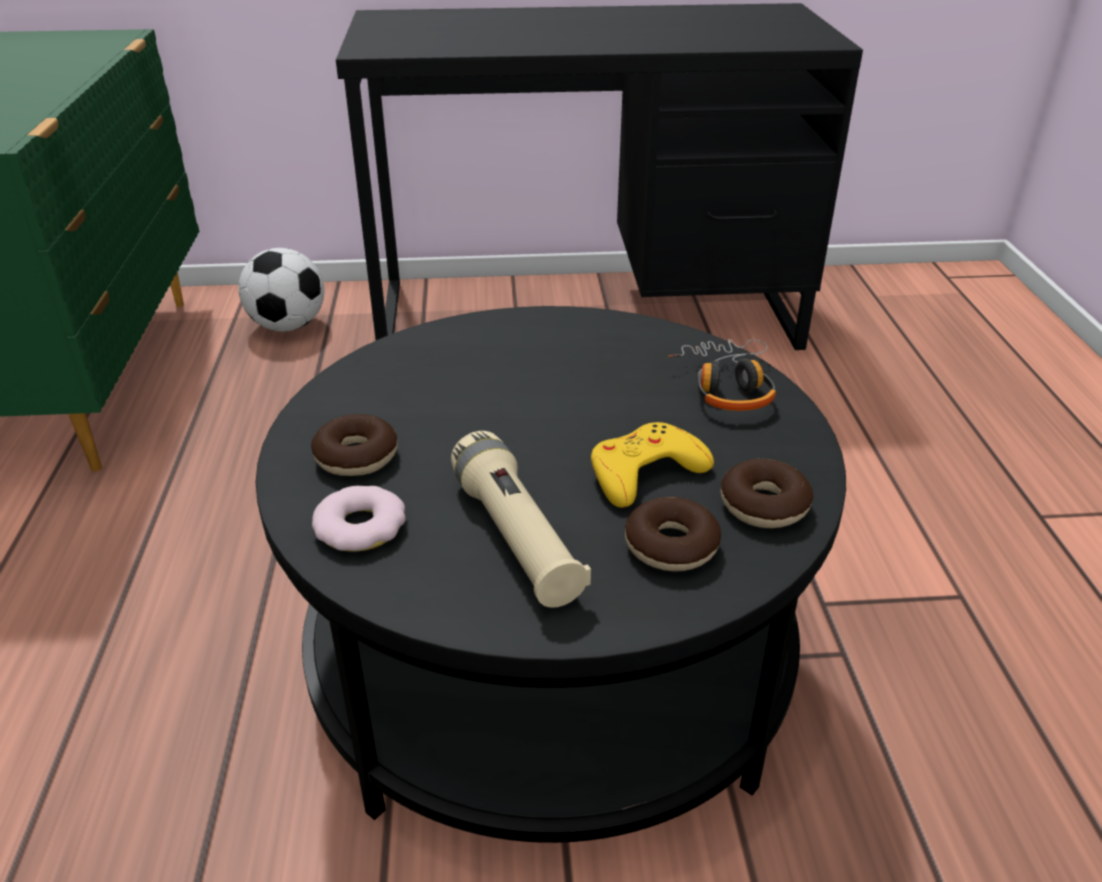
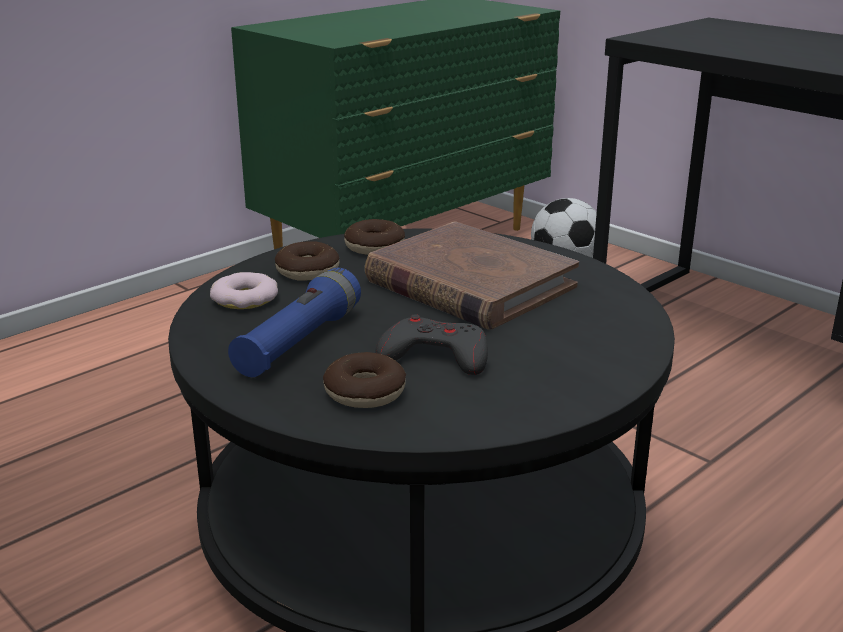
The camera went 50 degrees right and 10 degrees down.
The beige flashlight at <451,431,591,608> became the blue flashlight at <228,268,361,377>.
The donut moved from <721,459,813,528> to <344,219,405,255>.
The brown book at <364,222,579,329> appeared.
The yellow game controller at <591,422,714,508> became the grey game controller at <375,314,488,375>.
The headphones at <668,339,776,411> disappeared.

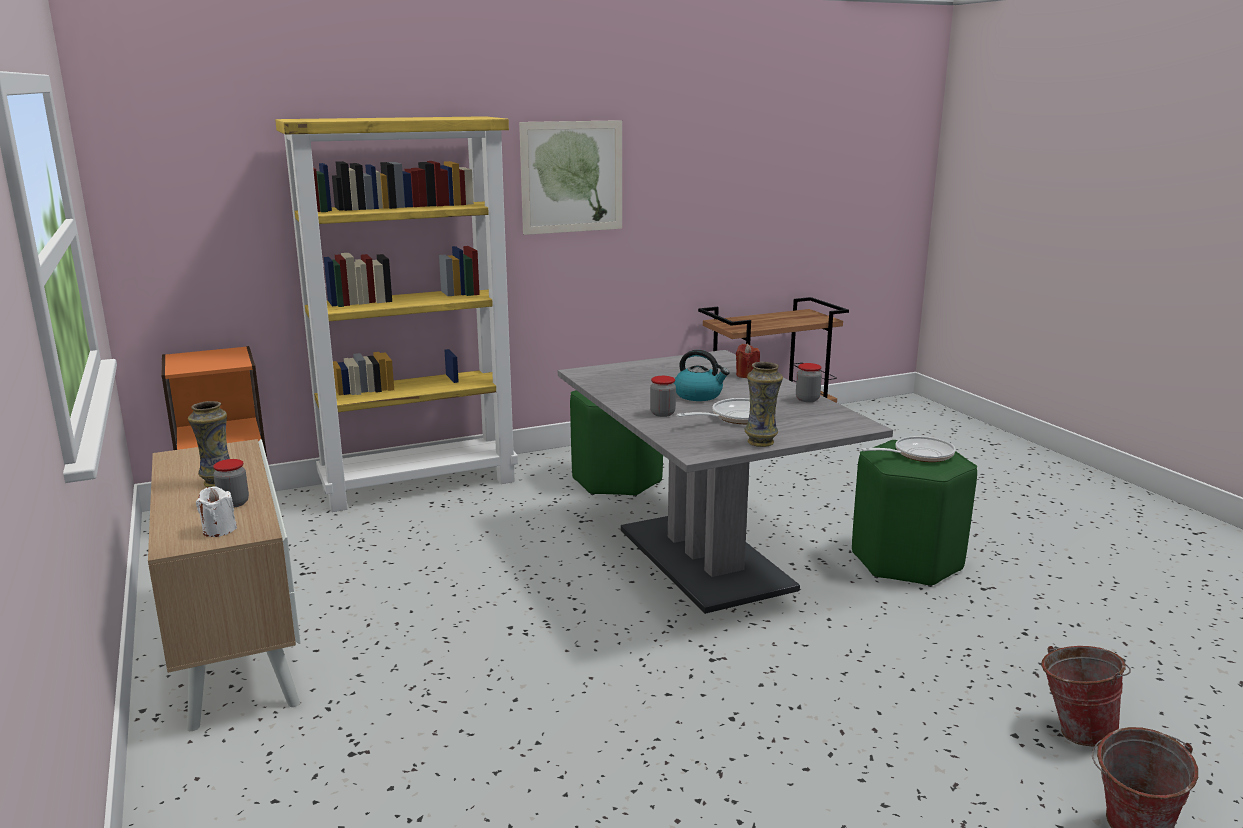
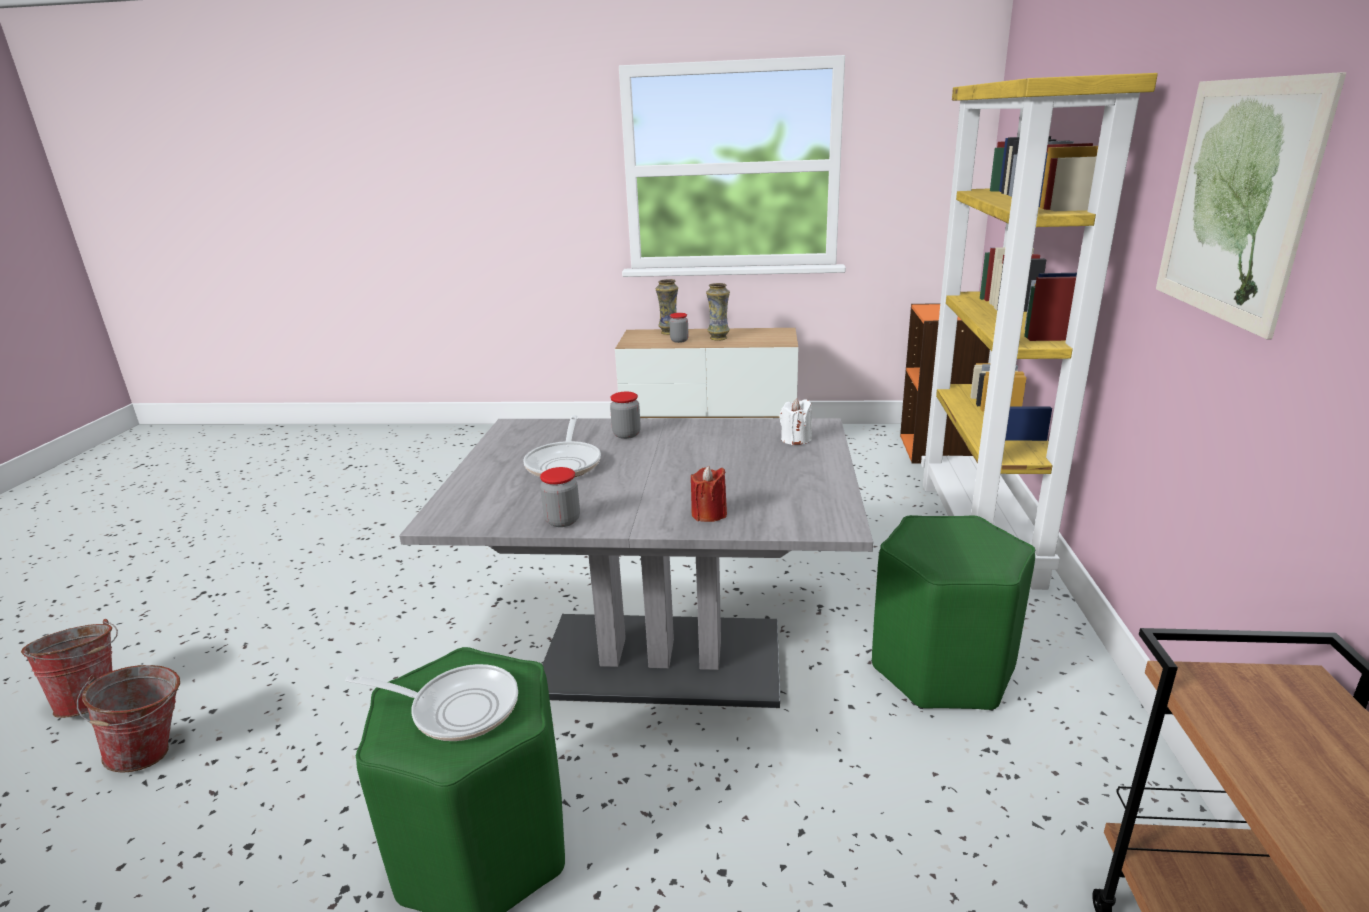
The camera went 120 degrees right and 5 degrees up.
The frying pan at <861,436,956,462> turned 90 degrees counterclockwise.
The vase moved from <744,362,783,447> to <655,279,678,335>.
The white candle moved from <196,486,237,537> to <779,398,812,445>.
The kettle at <674,350,729,401> disappeared.

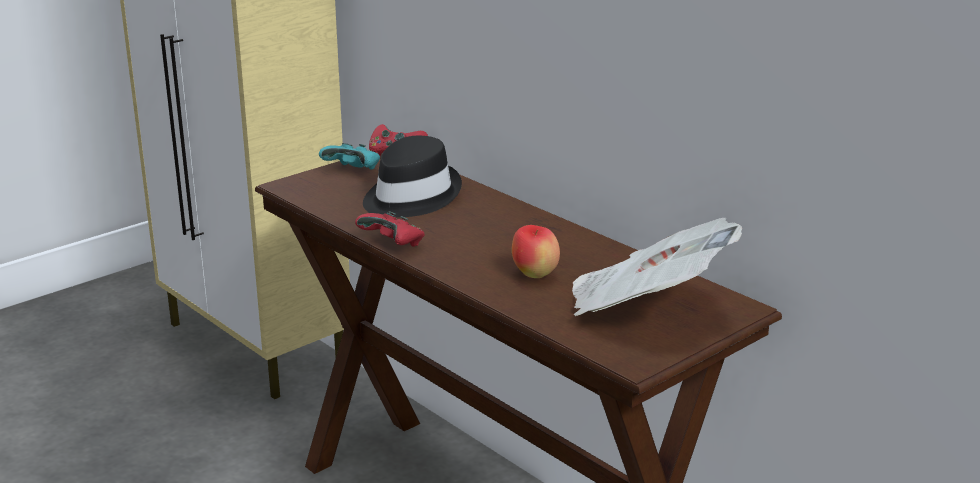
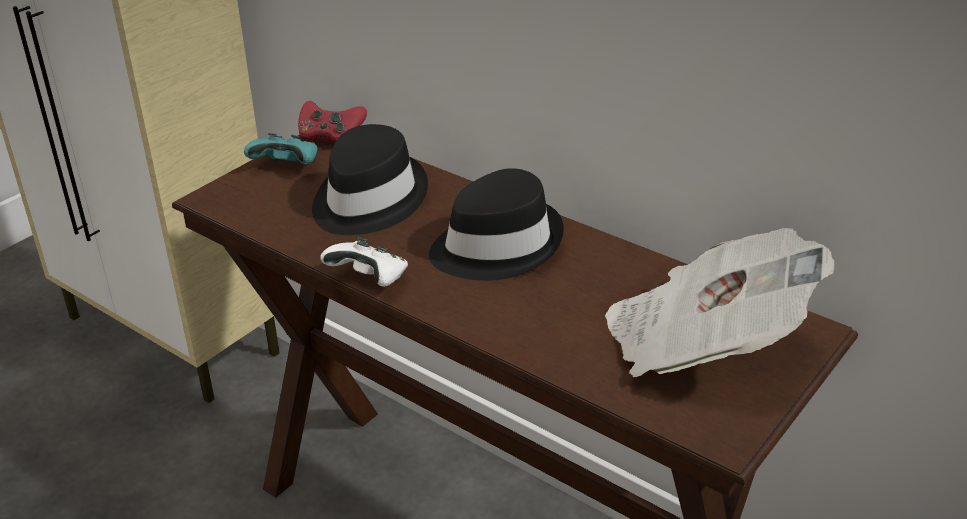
The camera went 10 degrees left and 10 degrees up.
The red game controller at <355,211,425,247> became the white game controller at <320,237,408,287>.
The black hat at <429,168,564,281> appeared.
The apple at <512,225,560,278> disappeared.

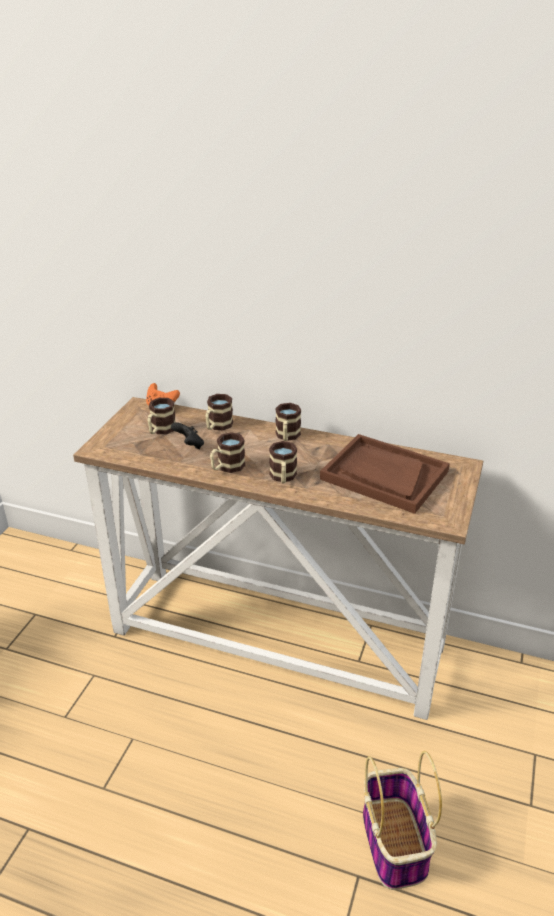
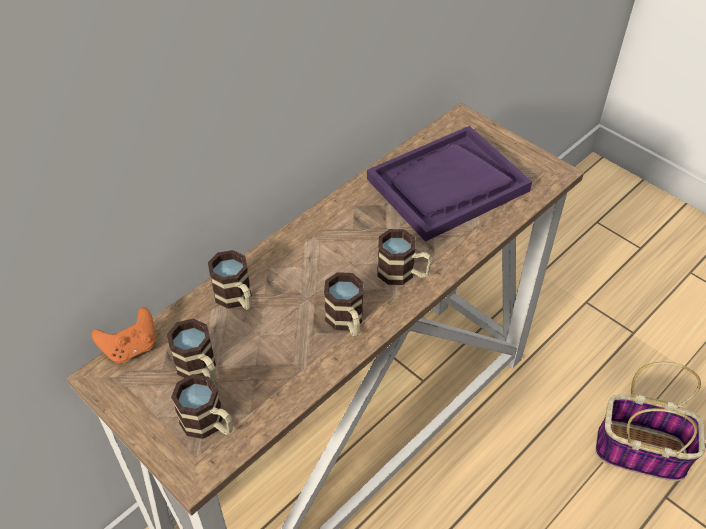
The camera went 65 degrees left and 15 degrees up.
The mug moved from <275,403,301,441> to <171,374,233,439>.
The brown tray at <320,434,450,514> became the purple tray at <367,126,532,242>.
The black game controller at <171,422,204,449> disappeared.

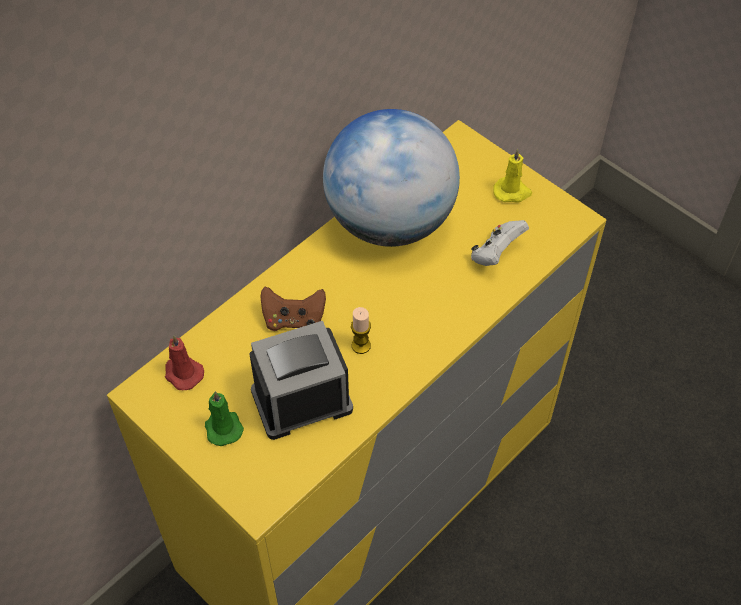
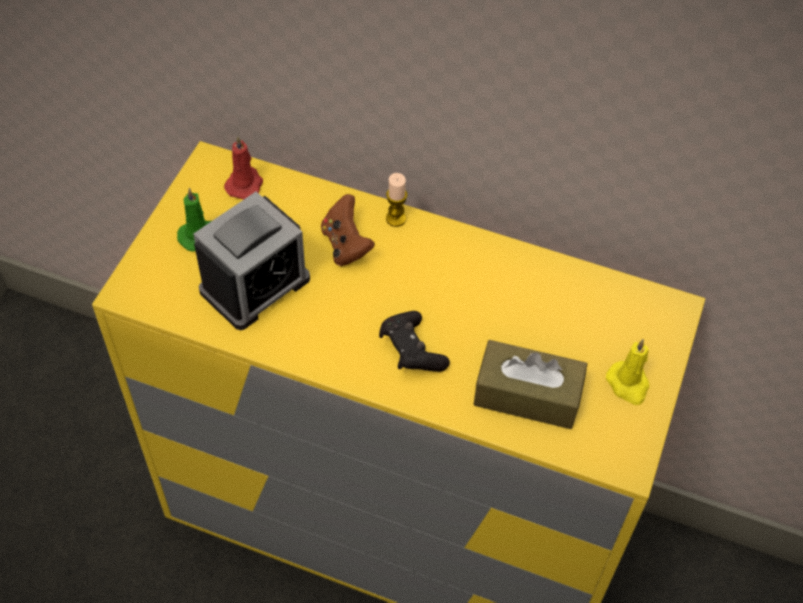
The camera went 65 degrees right and 0 degrees up.
The alarm clock at <250,321,353,440> turned 90 degrees clockwise.
The black game controller at <379,311,450,372> appeared.
The candle moved from <351,307,371,354> to <386,173,407,227>.
The white game controller at <471,220,529,266> was replaced by the brown tissue box at <473,340,587,429>.
The globe at <323,109,460,247> disappeared.

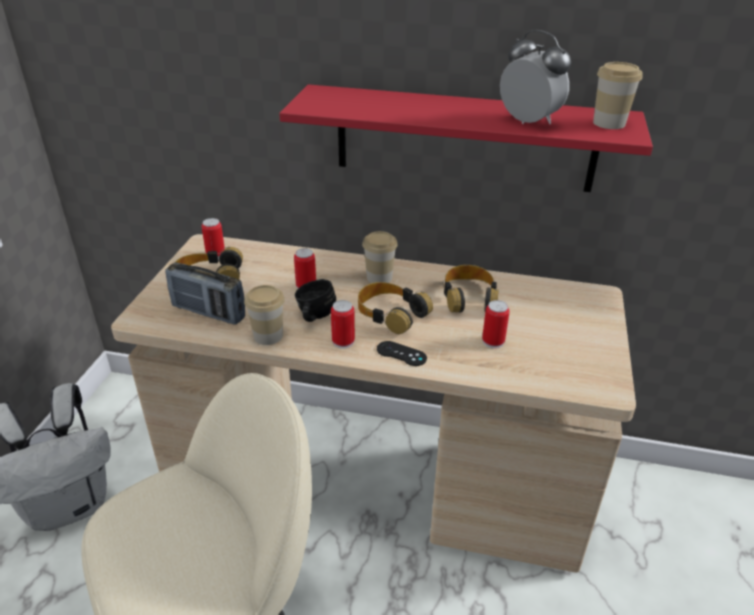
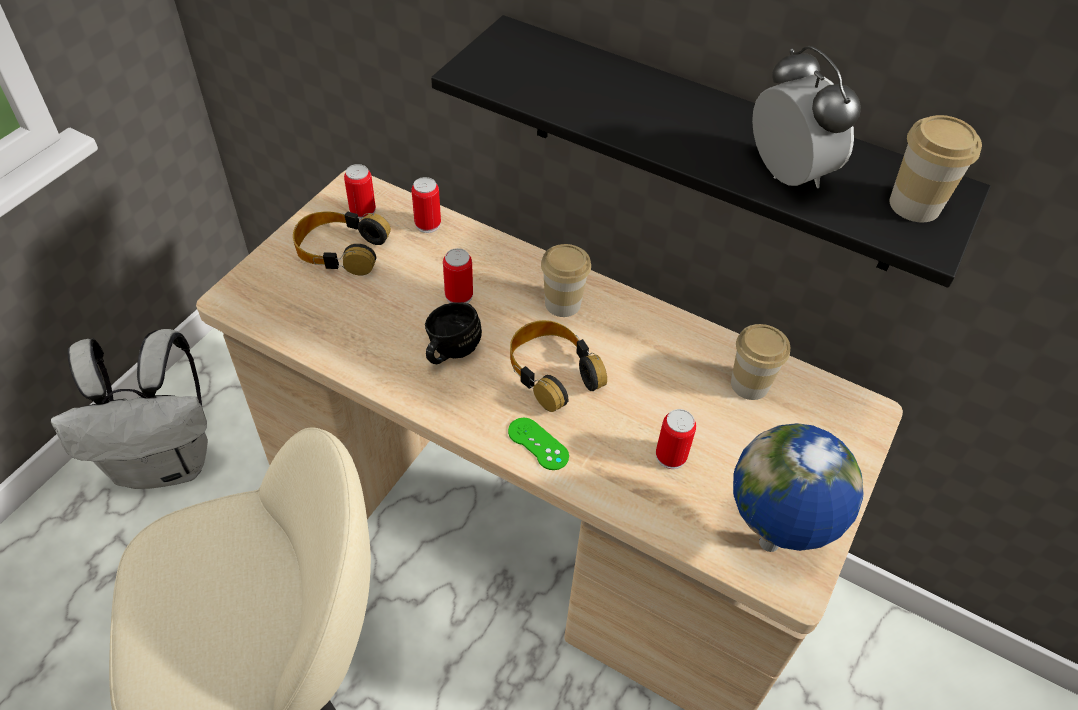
The camera went 15 degrees right and 15 degrees up.
The can moved from <331,300,355,349> to <412,177,441,233>.
The red shelf at <279,84,653,192> became the black shelf at <431,15,991,288>.
The black game controller at <377,341,427,366> became the green game controller at <508,418,569,470>.
The cup moved from <244,285,285,345> to <731,324,790,400>.
The globe at <733,423,864,552> appeared.
The radio at <165,262,245,325> disappeared.
The headphones at <443,265,498,313> disappeared.

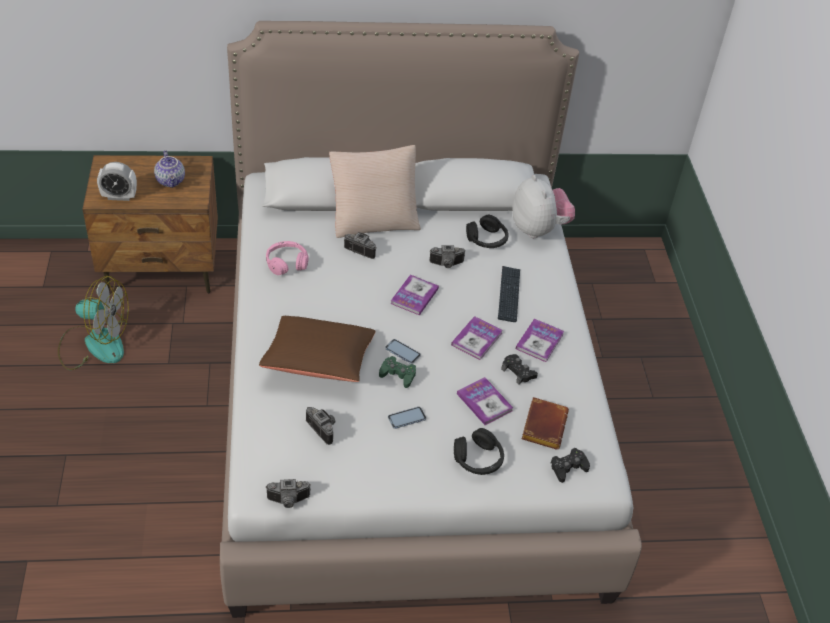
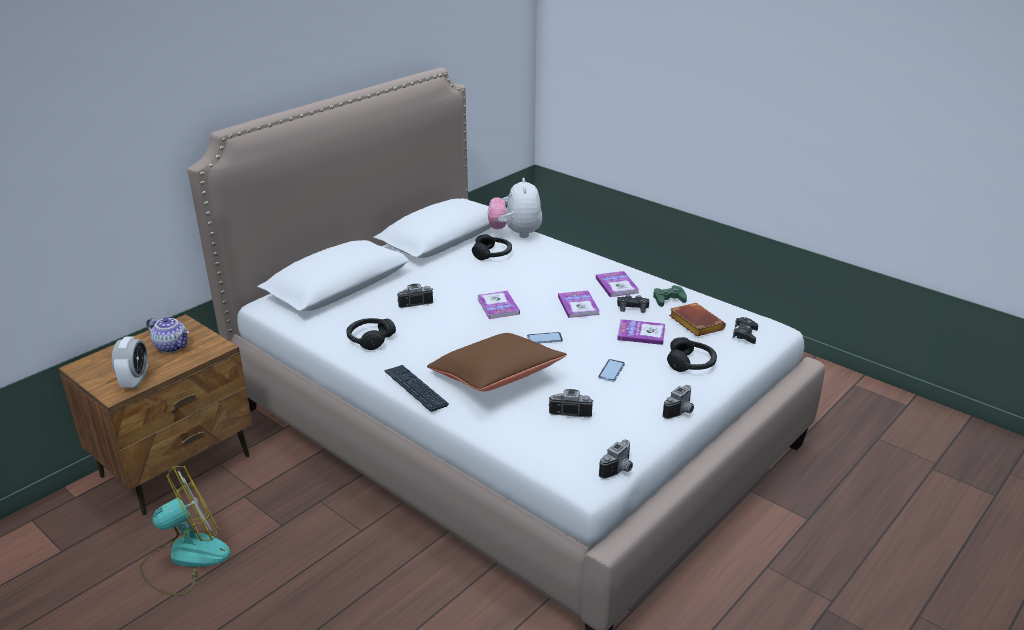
The camera went 40 degrees left and 15 degrees down.
The alarm clock at <97,162,137,201> turned 45 degrees counterclockwise.
The pink headphones at <266,241,309,275> became the black headphones at <346,318,396,350>.
The keyboard moved from <498,266,520,322> to <384,365,449,412>.
The plush toy at <513,175,575,238> turned 120 degrees counterclockwise.
The green game controller moved from <379,356,416,388> to <653,285,687,307>.
The photo camera moved from <429,245,465,268> to <662,385,694,419>.
The beige pillow at <329,145,421,238> disappeared.

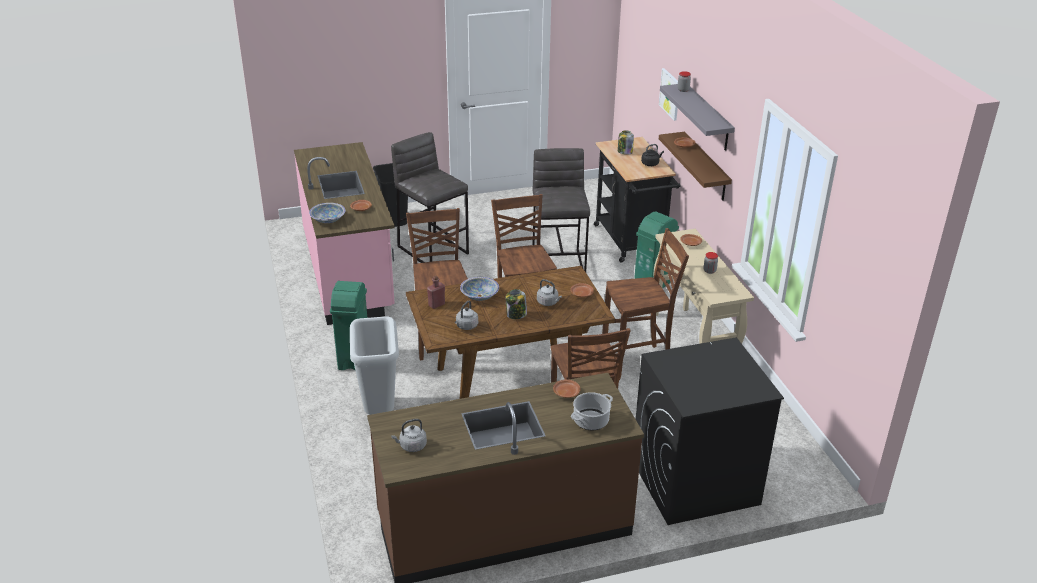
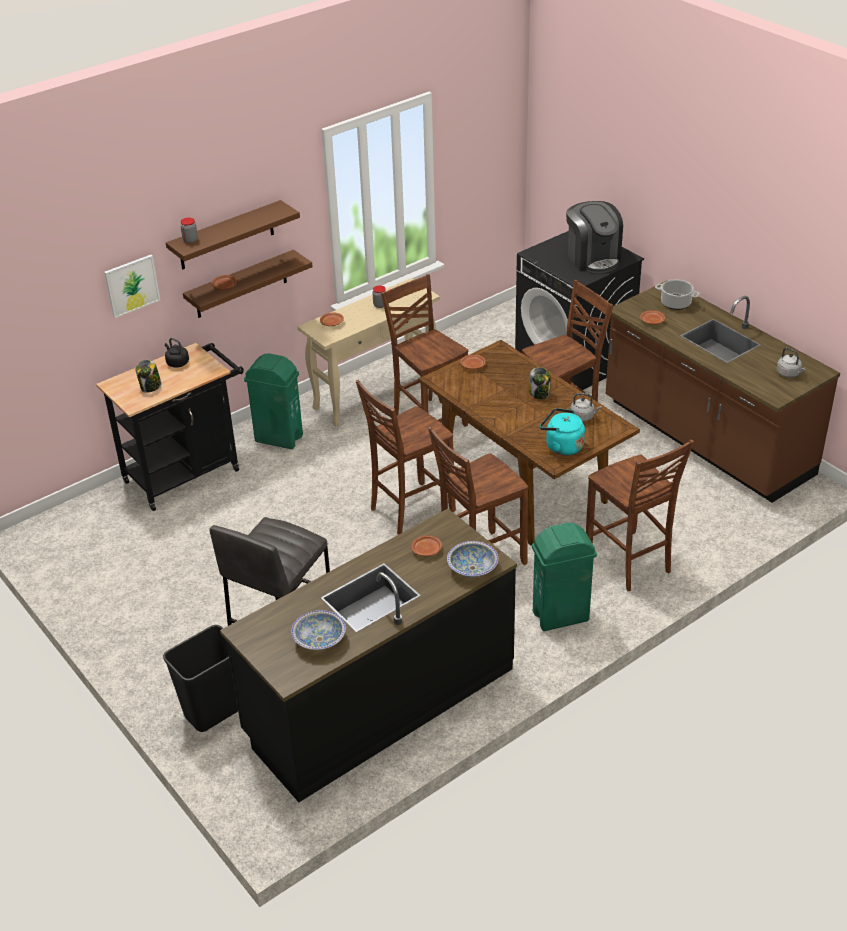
The camera went 110 degrees left and 5 degrees up.
The grey shelf at <660,84,735,151> became the brown shelf at <166,200,300,269>.
The pink counter at <294,142,395,325> became the black counter at <220,509,517,802>.
The bowl moved from <460,277,499,301> to <291,610,346,650>.
The red bottle at <427,276,445,309> was replaced by the turquoise kettle at <540,408,585,456>.
The coffee machine at <566,201,623,273> appeared.
The grey trash can at <350,317,399,415> was replaced by the brown chair at <586,439,694,591>.
The grey stool at <532,148,590,272> disappeared.
The grey kettle at <537,279,562,306> disappeared.

